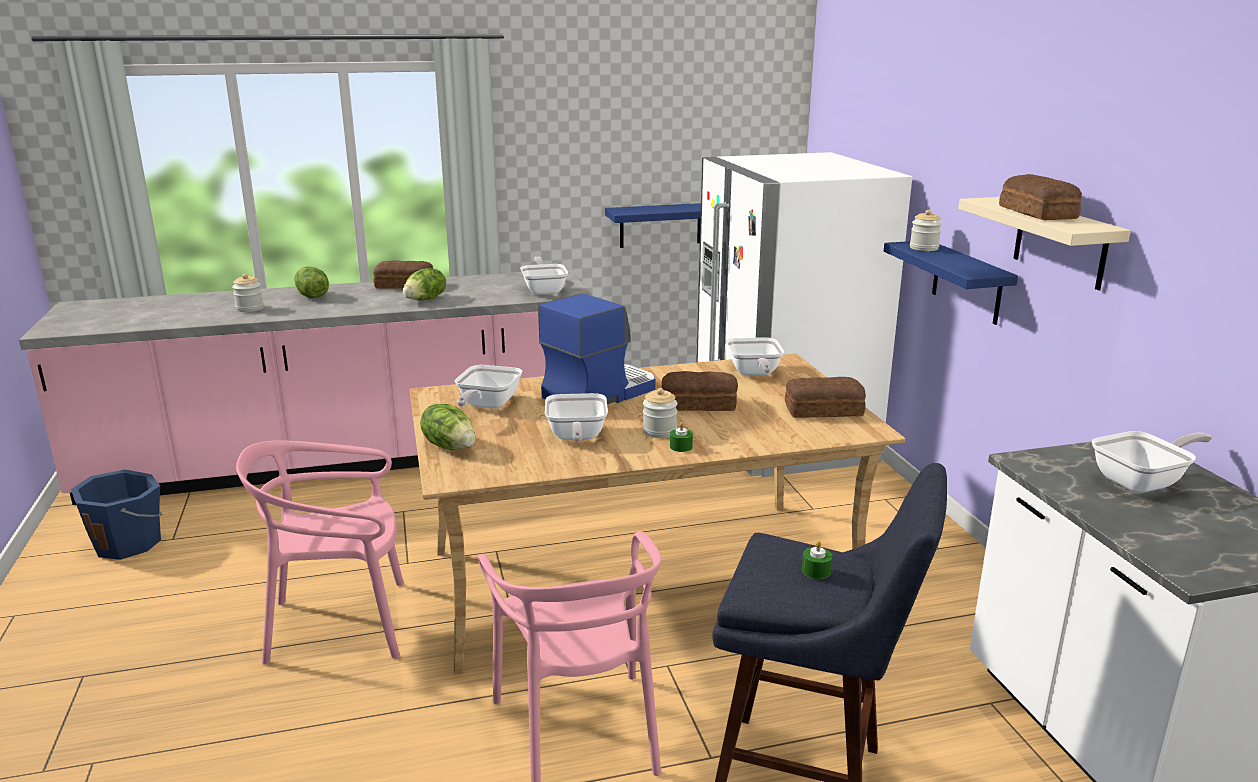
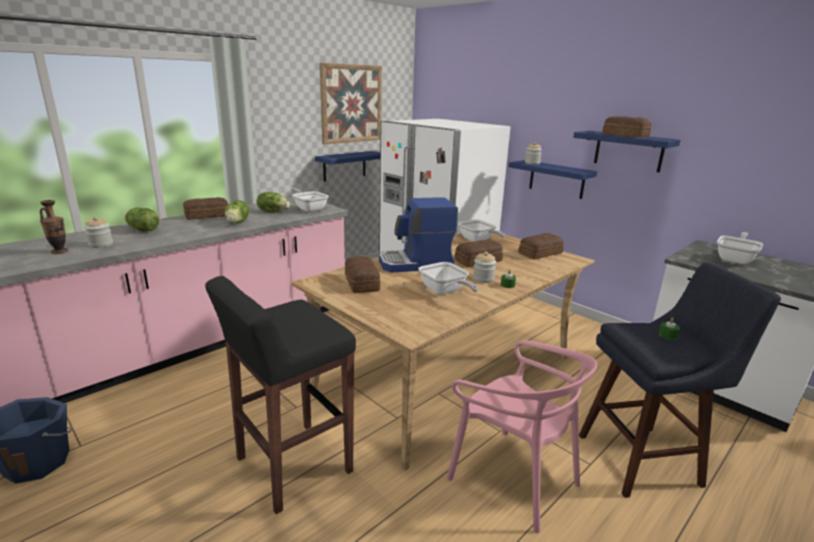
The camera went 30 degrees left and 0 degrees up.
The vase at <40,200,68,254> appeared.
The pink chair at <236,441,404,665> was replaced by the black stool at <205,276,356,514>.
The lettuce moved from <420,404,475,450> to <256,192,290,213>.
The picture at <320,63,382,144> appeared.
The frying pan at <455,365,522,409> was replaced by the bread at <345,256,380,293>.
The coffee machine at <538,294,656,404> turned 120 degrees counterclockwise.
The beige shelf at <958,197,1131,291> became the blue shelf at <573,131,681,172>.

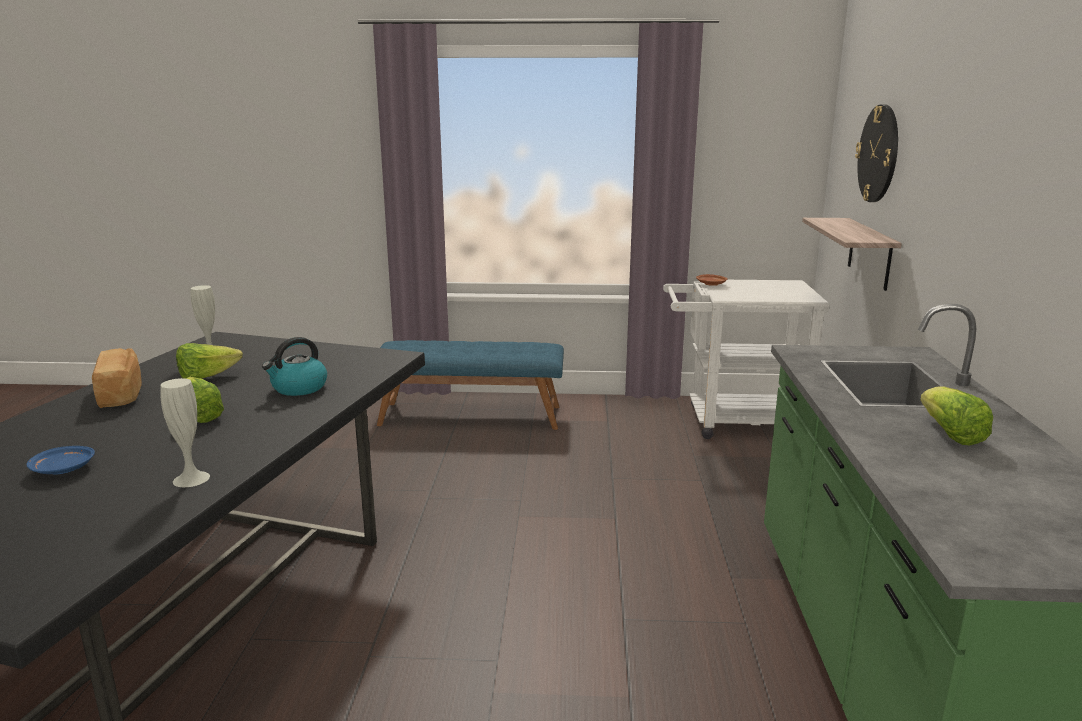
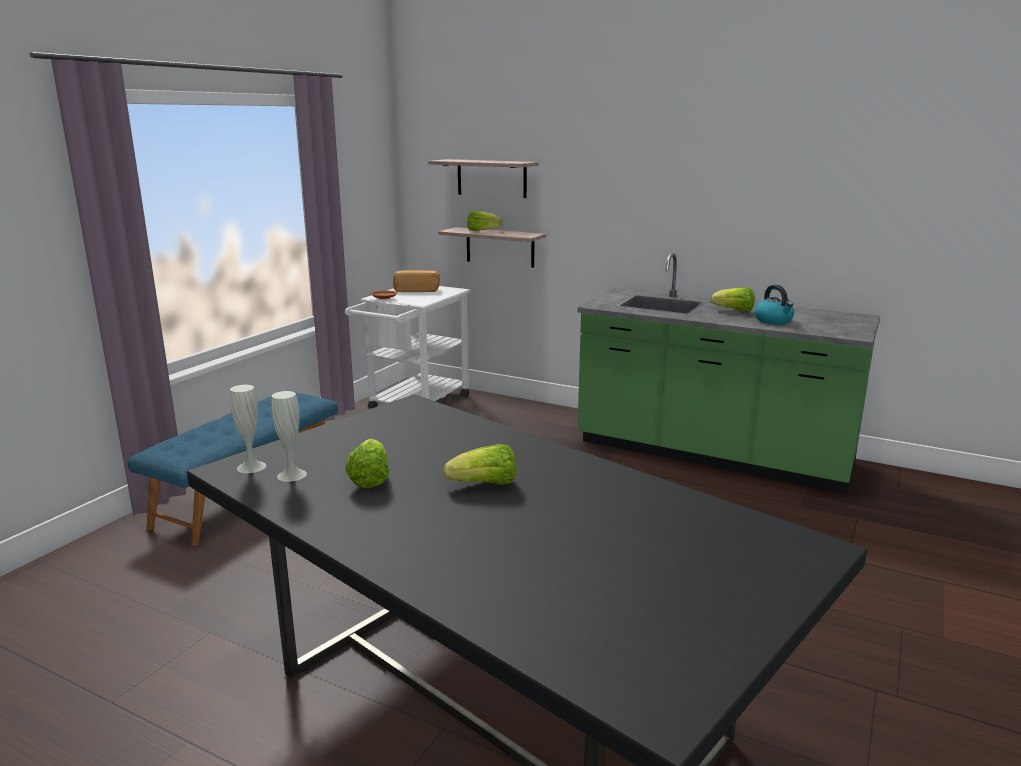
The camera went 65 degrees left and 0 degrees up.
The white vase moved from <160,378,210,487> to <230,385,266,473>.
The bread moved from <92,348,142,408> to <393,270,440,292>.
The wall clock at <855,104,898,202> was replaced by the shelf at <428,159,539,198>.
The lettuce at <467,210,502,231> appeared.
The kettle moved from <262,337,327,396> to <754,285,794,324>.
The blue plate at <27,446,95,474> disappeared.

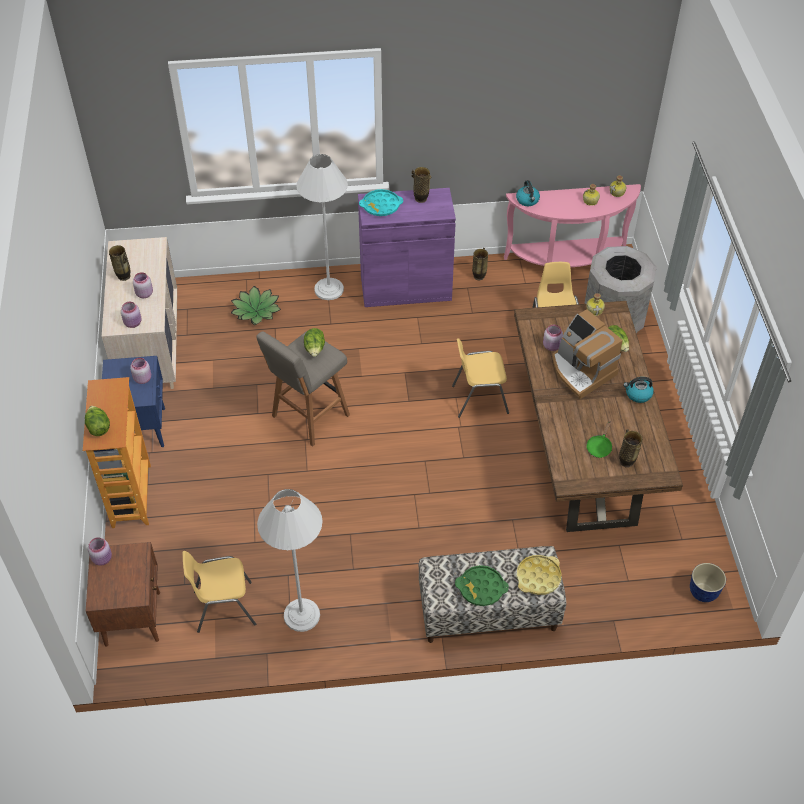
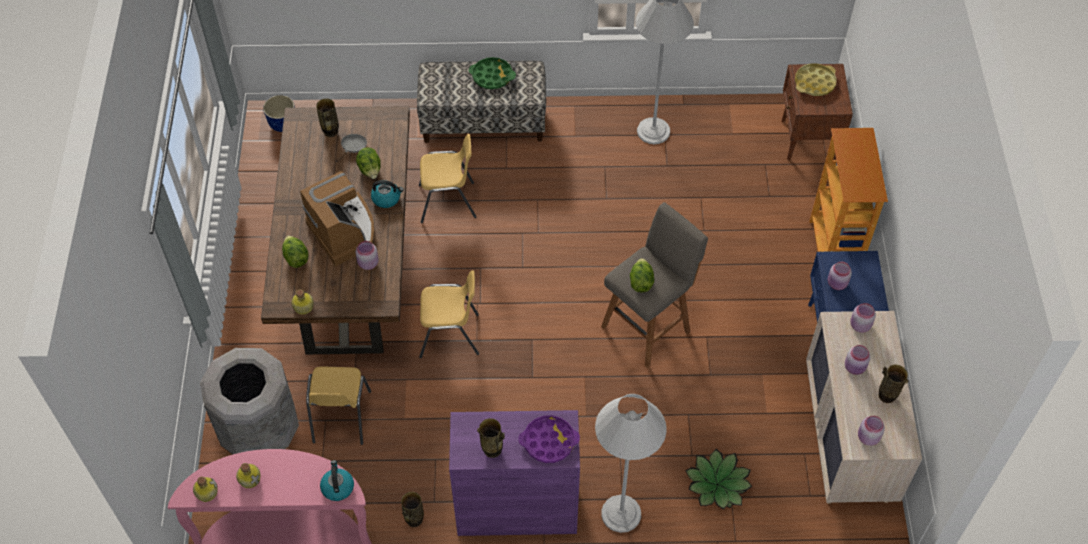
The camera went 175 degrees left and 5 degrees up.
The green frying pan at <587,421,612,458> became the grey frying pan at <335,134,367,162>.
The lettuce moved from <85,406,110,436> to <356,147,381,179>.
The kettle moved from <623,377,654,403> to <371,180,404,208>.
The yellow chair moved from <183,551,256,633> to <419,134,477,223>.
The turquoise tray at <359,189,403,216> became the purple tray at <518,415,580,463>.
The yellow tray moved from <517,555,561,595> to <795,64,837,96>.
The pink jar moved from <88,537,112,566> to <858,416,885,446>.

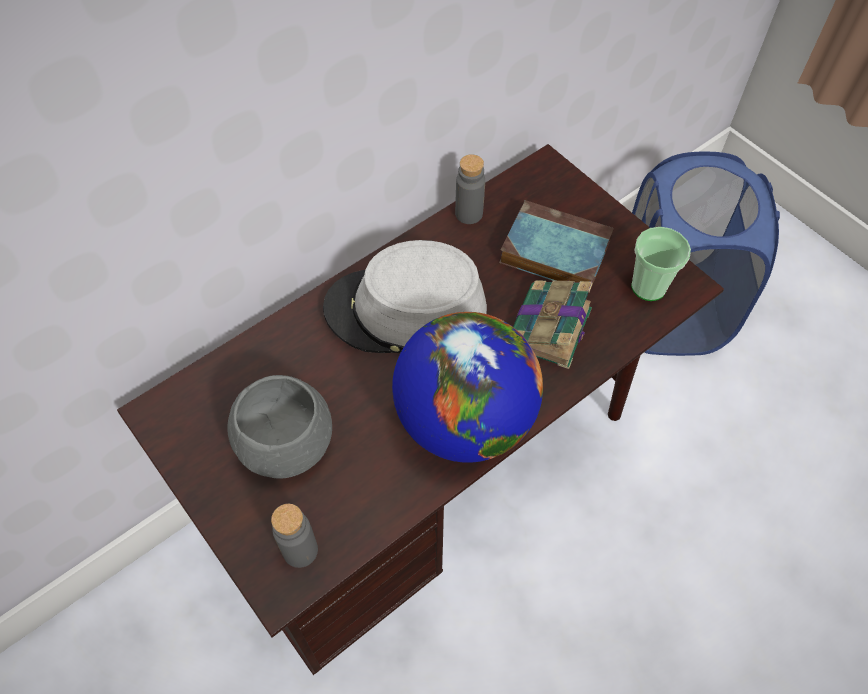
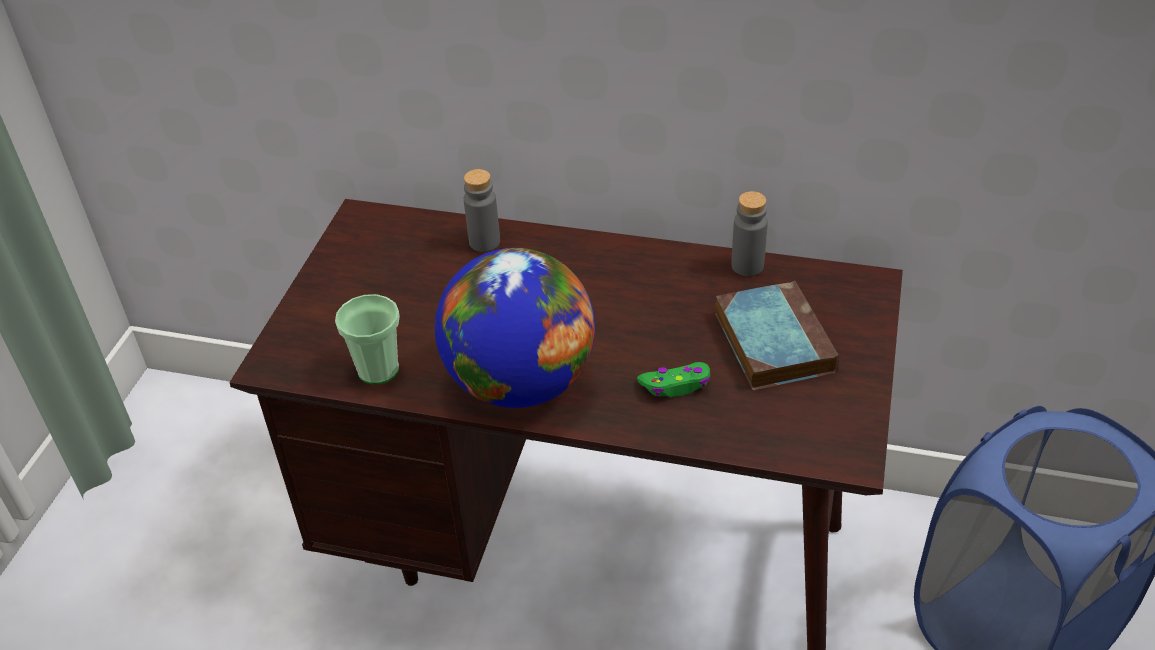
The camera went 55 degrees right and 15 degrees down.
The cup moved from <631,227,691,301> to <335,294,400,385>.
The grey bottle moved from <271,504,318,568> to <464,169,500,252>.
The book at <513,280,593,369> was replaced by the green game controller at <637,362,710,397>.
The grey bowl at <227,375,332,479> disappeared.
The grey hat at <323,240,487,353> disappeared.

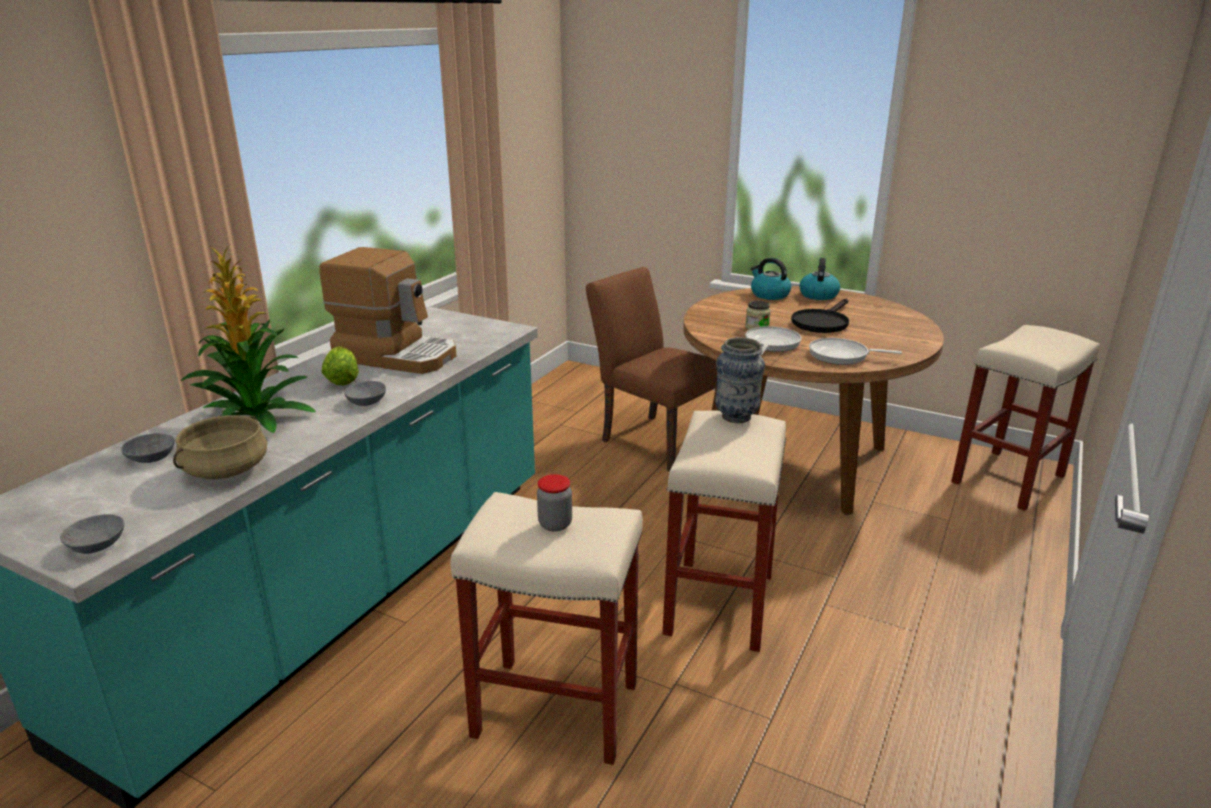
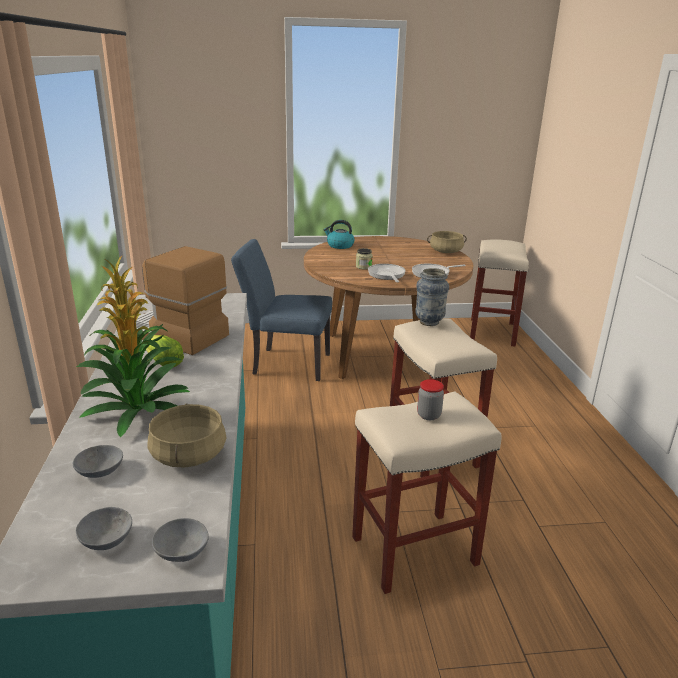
The camera went 35 degrees left and 0 degrees up.
The grey bowl moved from <344,381,386,406> to <76,507,132,550>.
The coffee machine at <319,247,457,374> turned 135 degrees counterclockwise.
The brown chair at <586,267,717,472> became the blue chair at <231,239,332,381>.
The beige cooking pot at <427,231,467,253> appeared.
The black frying pan at <791,299,849,333> disappeared.
The kettle at <799,258,840,300> disappeared.

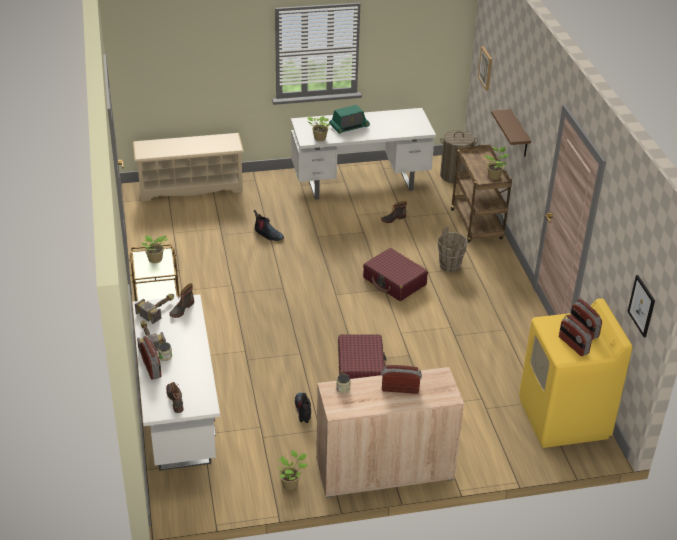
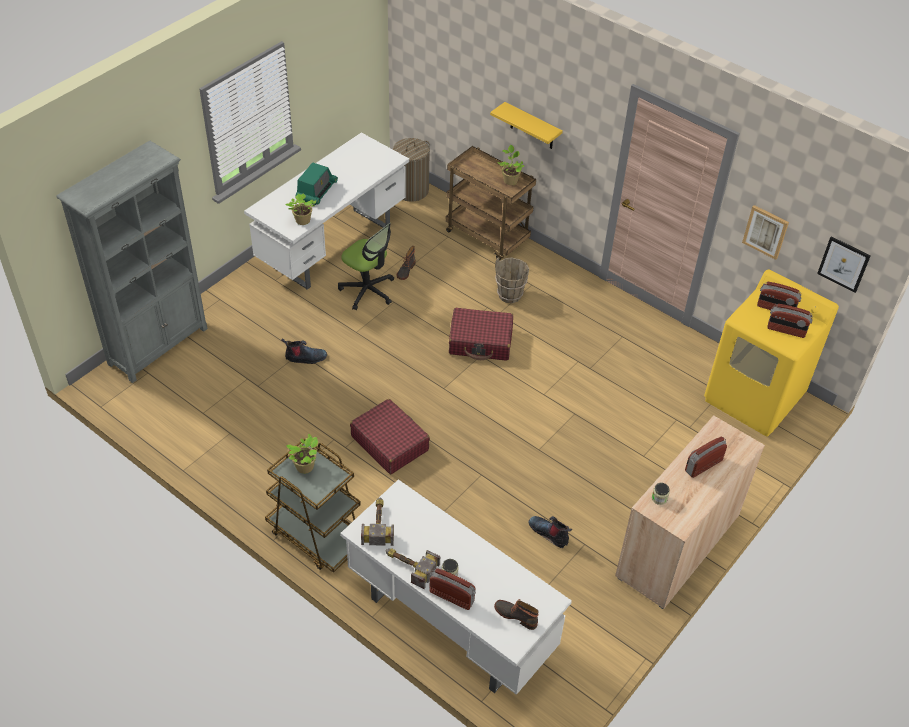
The camera went 40 degrees left and 10 degrees up.
The beige shoe rack at <133,133,244,201> was replaced by the grey bookcase at <56,141,208,383>.
The office chair at <338,223,394,310> appeared.
The red suitcase moved from <338,334,387,379> to <350,399,430,474>.
The brown shelf at <491,109,531,157> became the yellow shelf at <490,102,563,149>.
The picture moved from <478,46,492,91> to <742,205,789,260>.
The boot at <170,283,194,318> disappeared.
The potted plant at <277,450,308,490> disappeared.

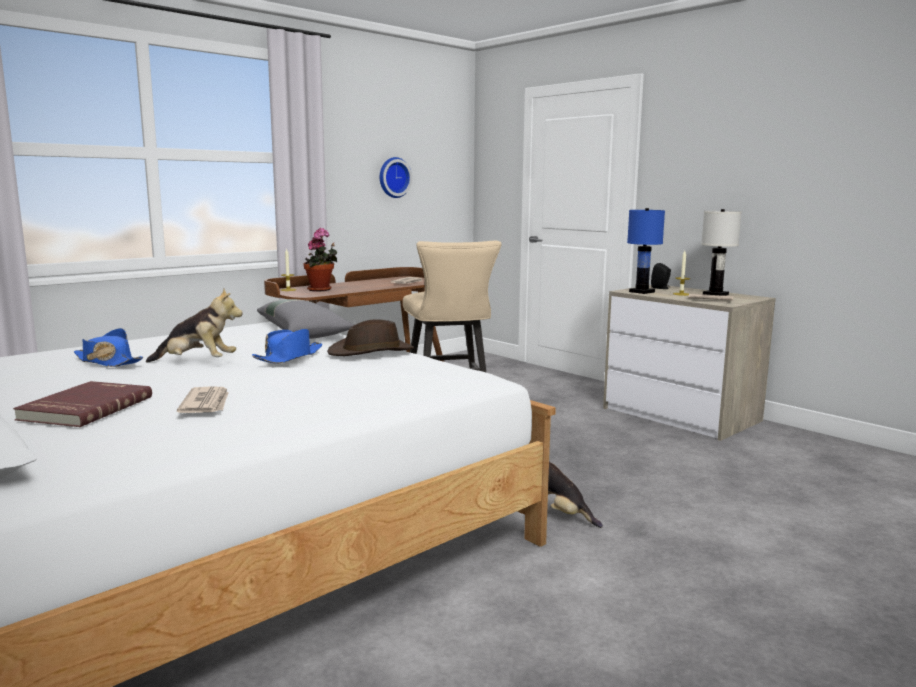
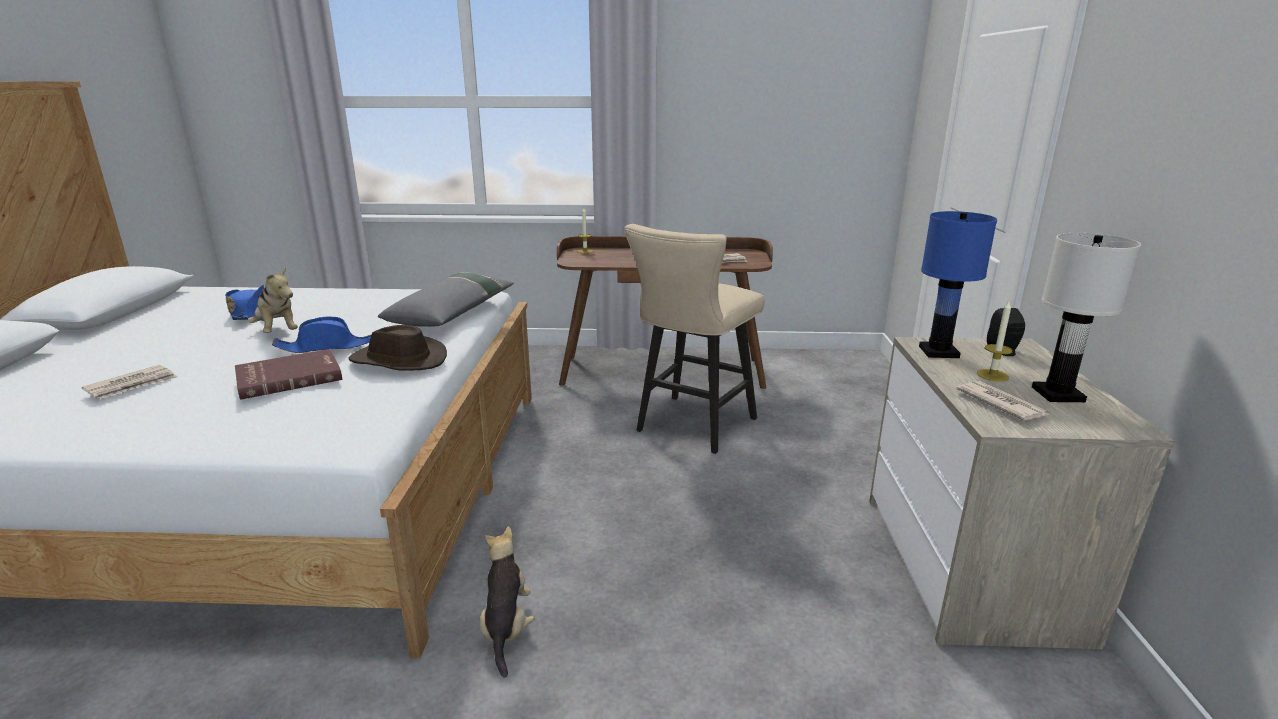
The camera went 45 degrees right and 10 degrees up.
The red book moved from <13,381,152,427> to <235,349,342,400>.
The potted plant at <303,228,337,292> disappeared.
The wall clock at <380,157,412,198> disappeared.

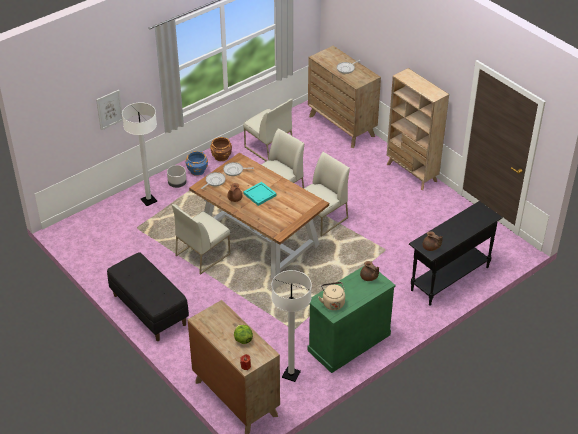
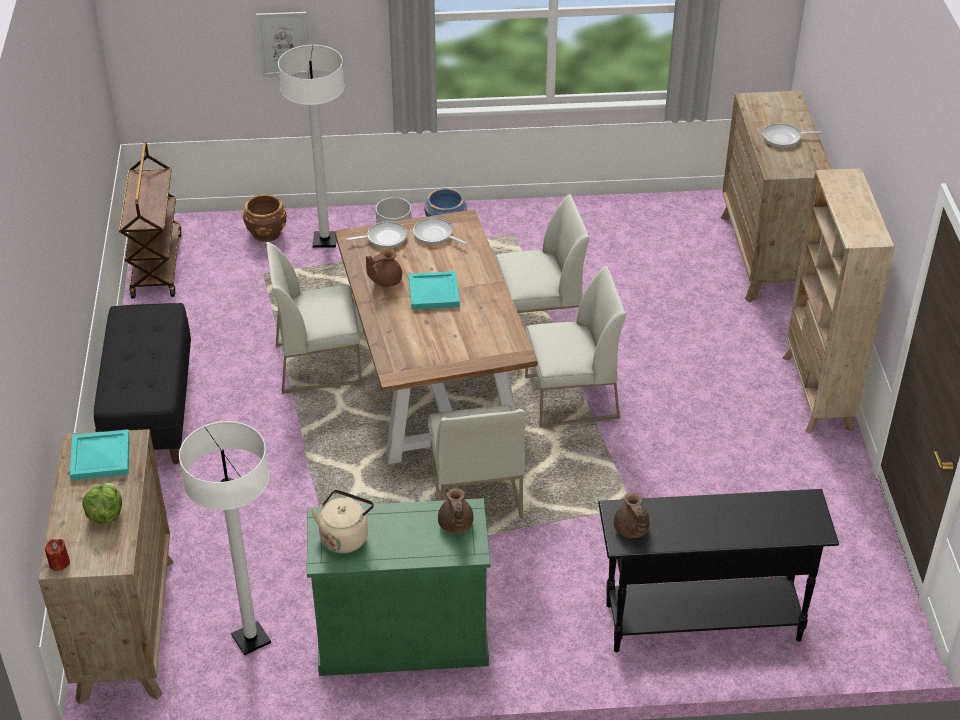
The camera went 35 degrees right and 0 degrees up.
The turquoise tray at <70,429,130,480> appeared.
The brown cart at <119,142,182,299> appeared.
The brown planter moved from <210,137,232,161> to <243,194,287,242>.
The white chair moved from <243,99,293,161> to <428,405,525,518>.

